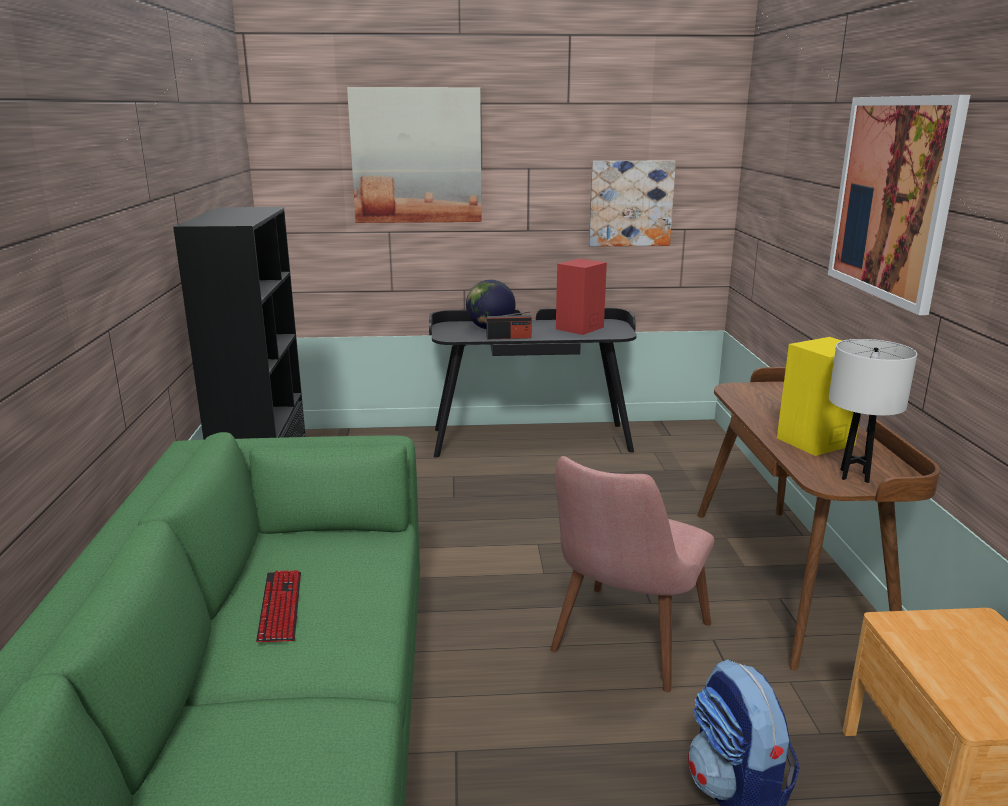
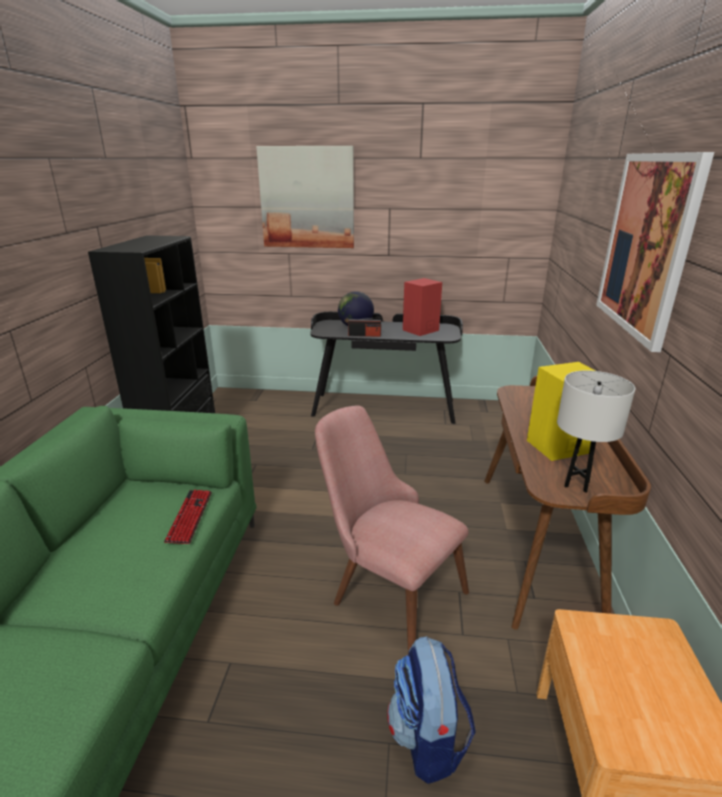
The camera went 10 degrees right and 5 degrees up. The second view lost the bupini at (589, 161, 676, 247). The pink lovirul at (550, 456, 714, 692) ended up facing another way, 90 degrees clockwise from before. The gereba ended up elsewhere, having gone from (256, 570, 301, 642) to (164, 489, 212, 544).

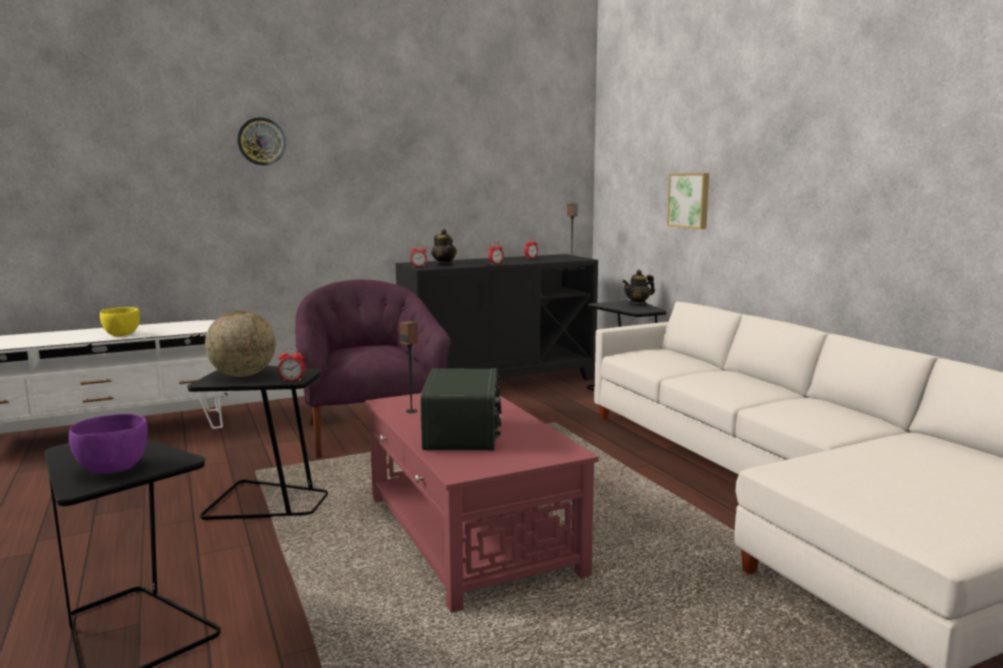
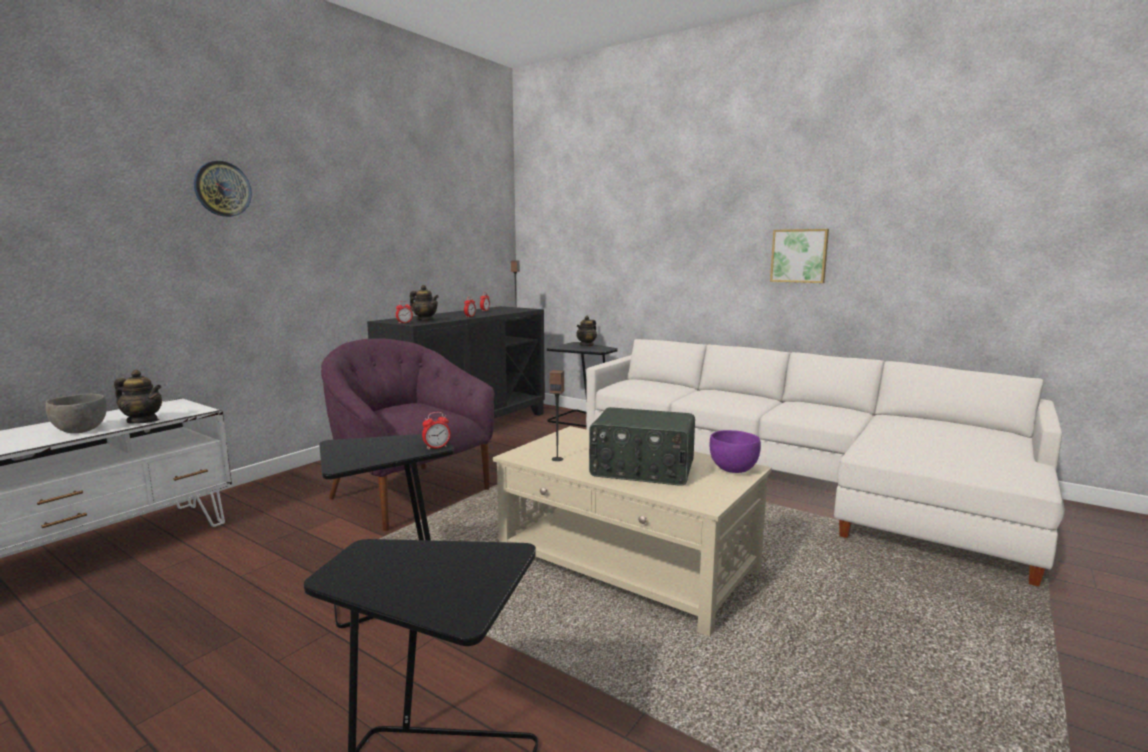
The camera went 30 degrees left and 0 degrees up. The bupini ended up elsewhere, having gone from (667, 173, 709, 229) to (770, 229, 829, 283). What was the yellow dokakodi at (100, 307, 140, 336) turned into the grey dokakodi at (45, 394, 107, 433). The second view lost the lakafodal at (205, 310, 276, 377). The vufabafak at (420, 368, 502, 451) ended up facing another way, 135 degrees clockwise from before. What was the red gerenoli at (365, 393, 599, 613) turned into the beige gerenoli at (493, 426, 772, 637). The purple dokakodi ended up elsewhere, having gone from (69, 414, 148, 474) to (710, 430, 761, 473). The second view gained the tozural at (114, 370, 162, 424).

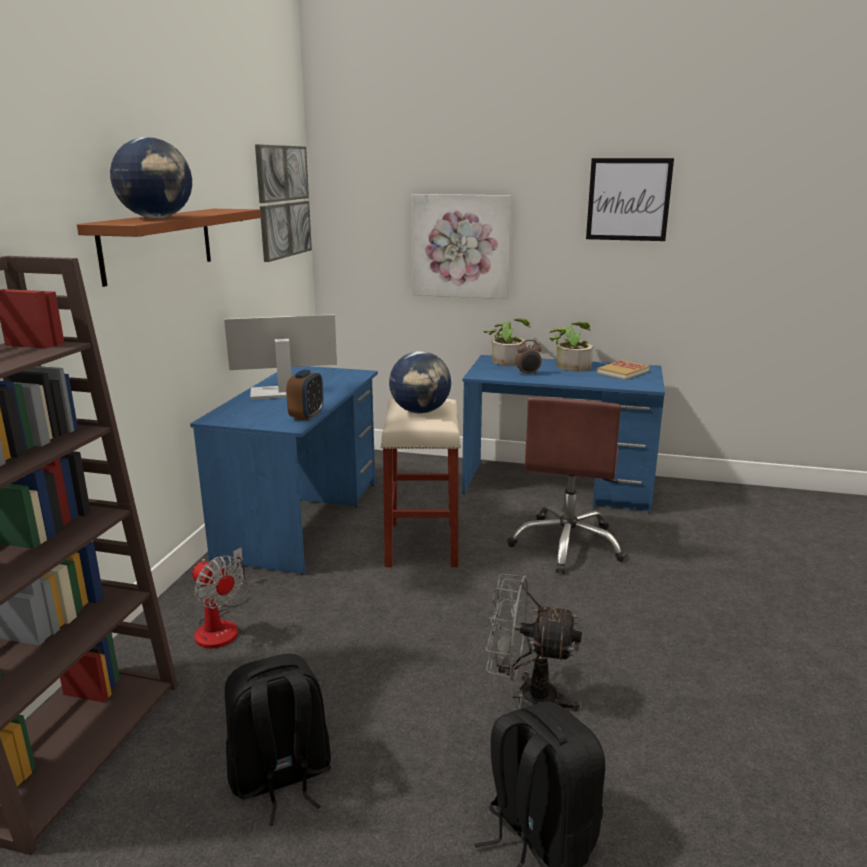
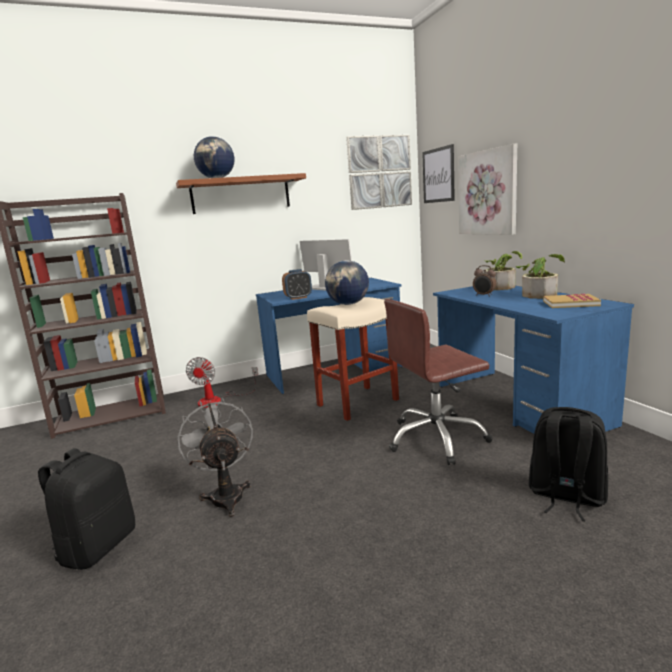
The camera went 55 degrees right and 5 degrees down. The bupini ended up elsewhere, having gone from (586, 158, 674, 241) to (422, 144, 455, 203). The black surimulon ended up elsewhere, having gone from (225, 653, 331, 825) to (529, 407, 608, 521).

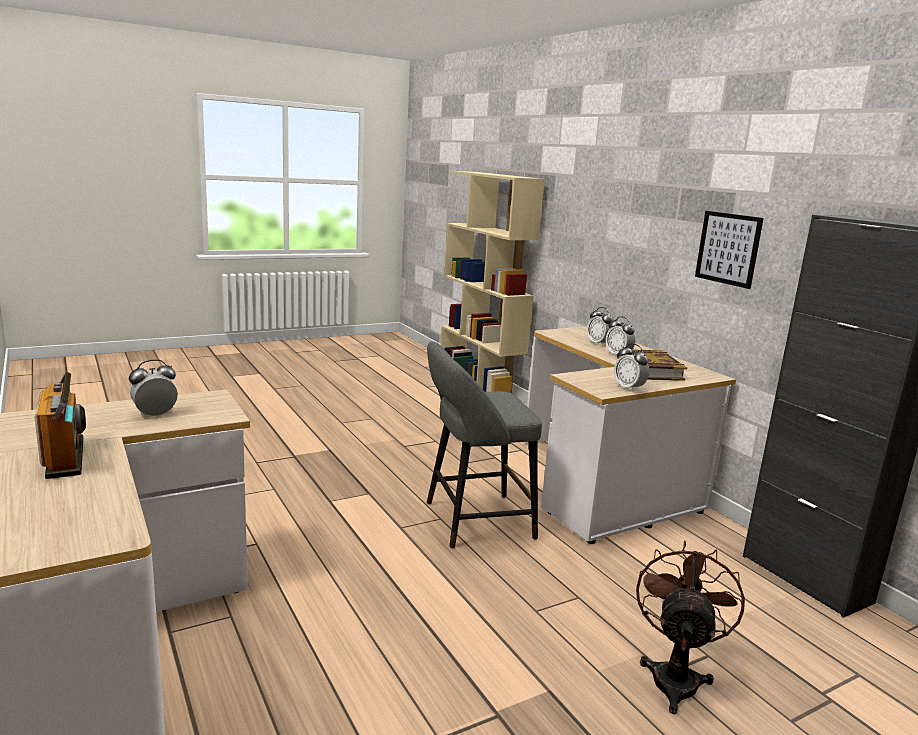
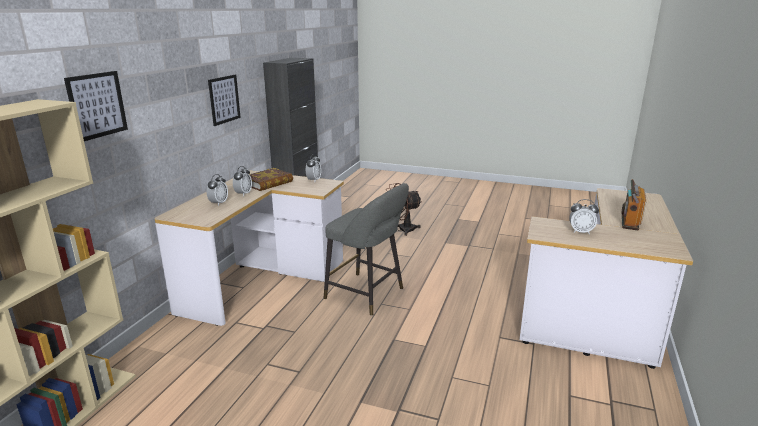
The camera went 130 degrees left and 5 degrees up. The second view gained the bupini at (64, 71, 128, 141).

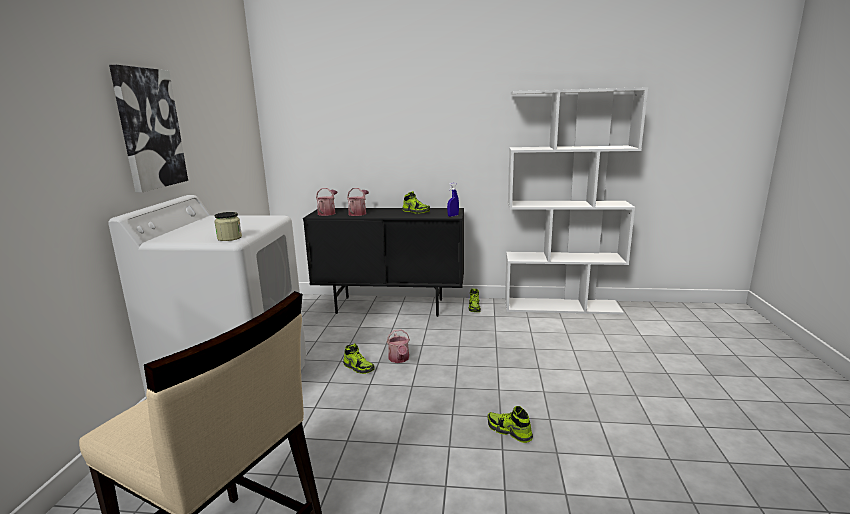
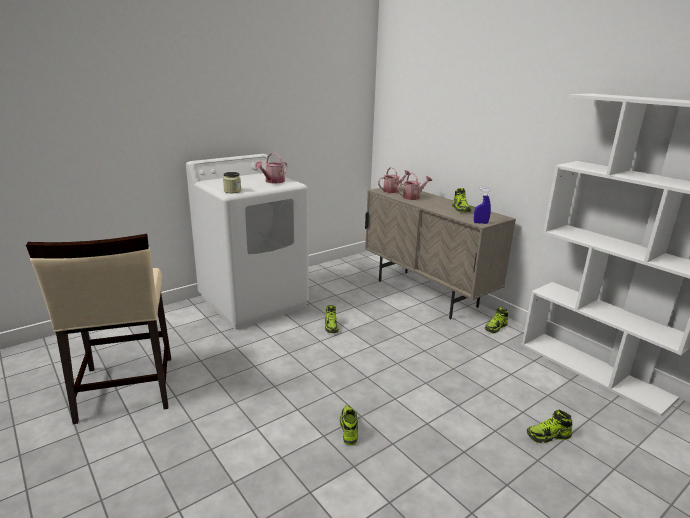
The camera went 45 degrees right and 5 degrees up. The second view lost the bupini at (109, 65, 188, 193). What was the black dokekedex at (303, 208, 464, 317) turned into the beige dokekedex at (365, 185, 516, 319). The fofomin ended up elsewhere, having gone from (387, 329, 410, 363) to (255, 153, 287, 183). The second view gained the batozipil at (527, 410, 573, 443).

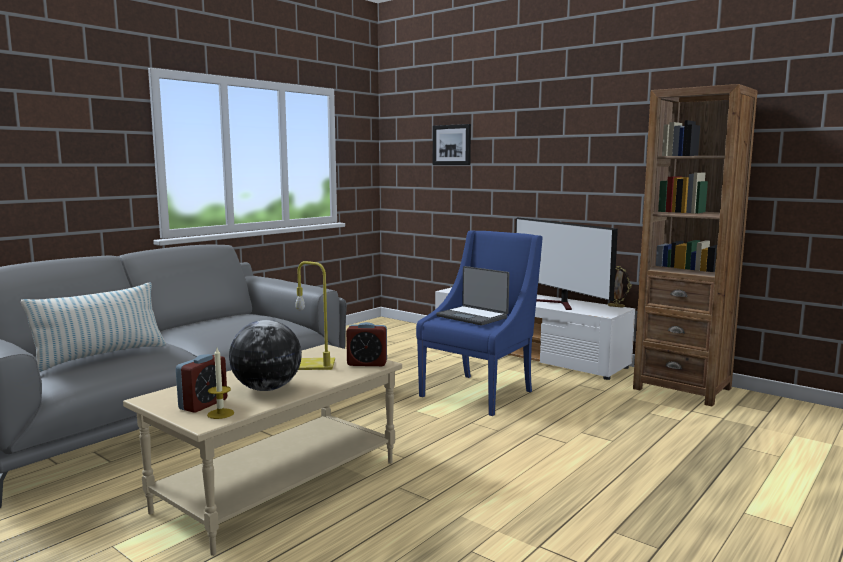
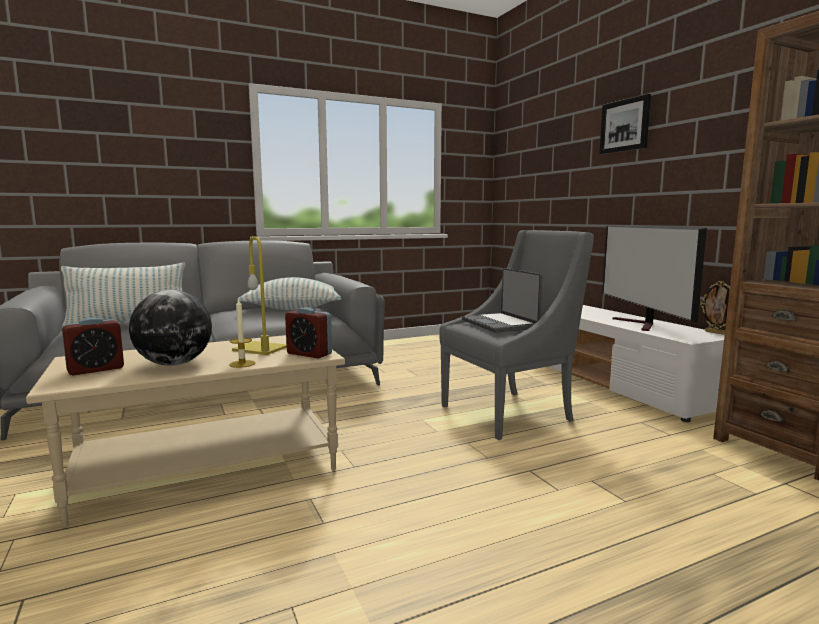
The camera went 25 degrees right and 0 degrees up. The bupini ended up elsewhere, having gone from (433, 124, 471, 165) to (599, 94, 651, 154). What was the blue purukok at (416, 230, 542, 416) turned into the grey purukok at (439, 230, 594, 440). The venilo ended up elsewhere, having gone from (207, 348, 234, 419) to (229, 298, 255, 368). The second view gained the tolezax at (237, 277, 341, 310).

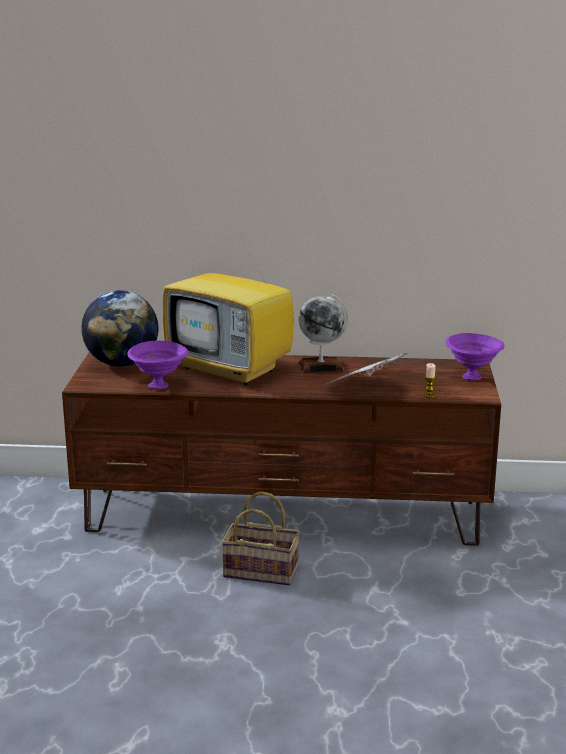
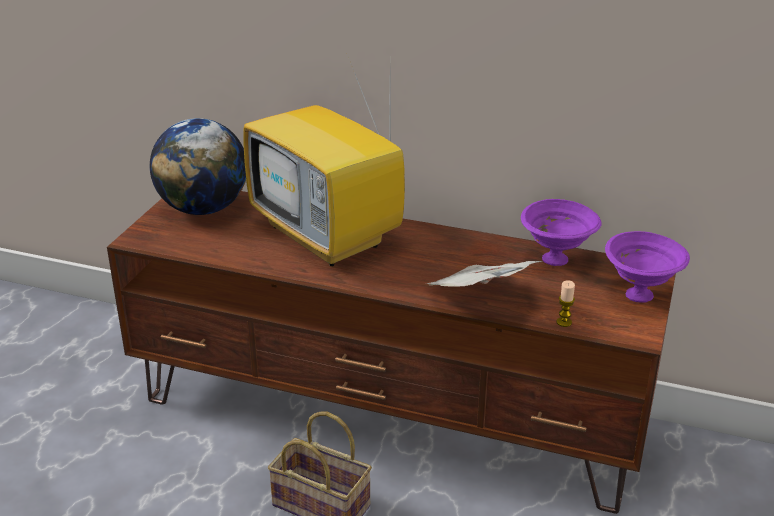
The camera went 15 degrees right and 10 degrees up. The second view lost the lakafodal at (298, 294, 349, 373). The purple dokakodi ended up elsewhere, having gone from (127, 341, 189, 390) to (521, 199, 602, 266).

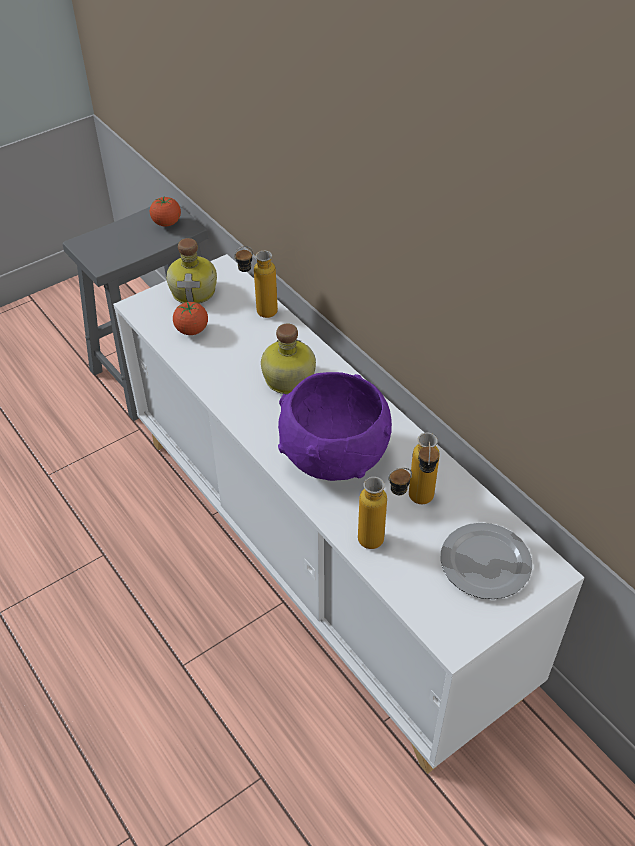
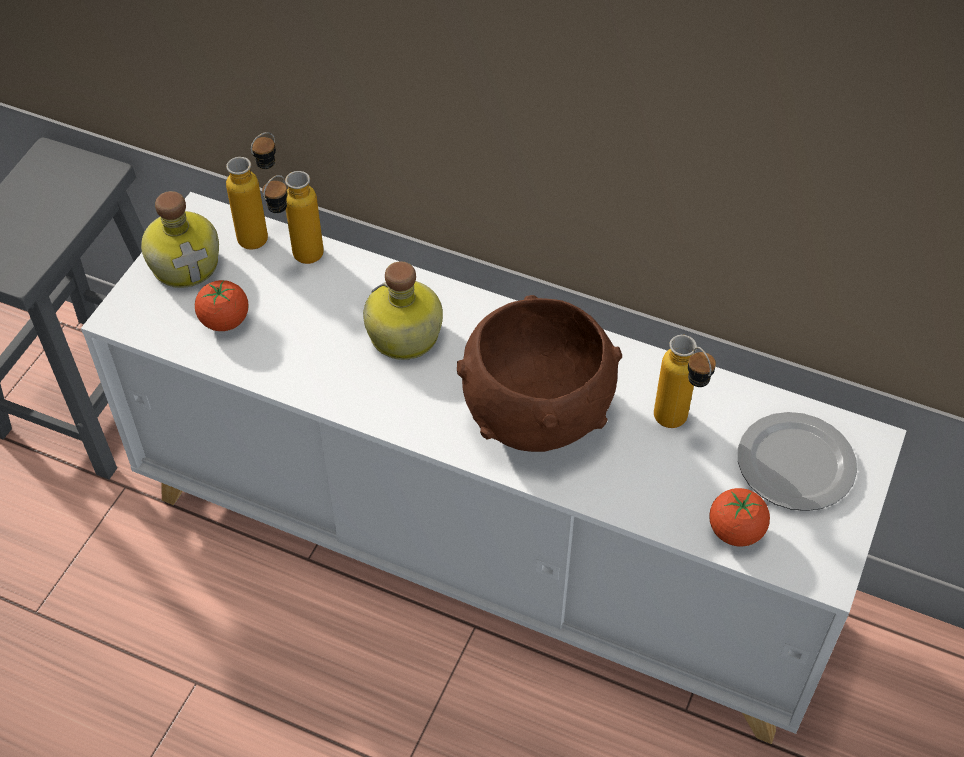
The camera went 30 degrees left and 5 degrees up. The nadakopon ended up elsewhere, having gone from (150, 196, 181, 227) to (709, 488, 770, 546). What was the purple dokakodi at (278, 372, 392, 481) turned into the brown dokakodi at (457, 295, 622, 452). The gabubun ended up elsewhere, having gone from (358, 468, 412, 549) to (226, 132, 276, 250).

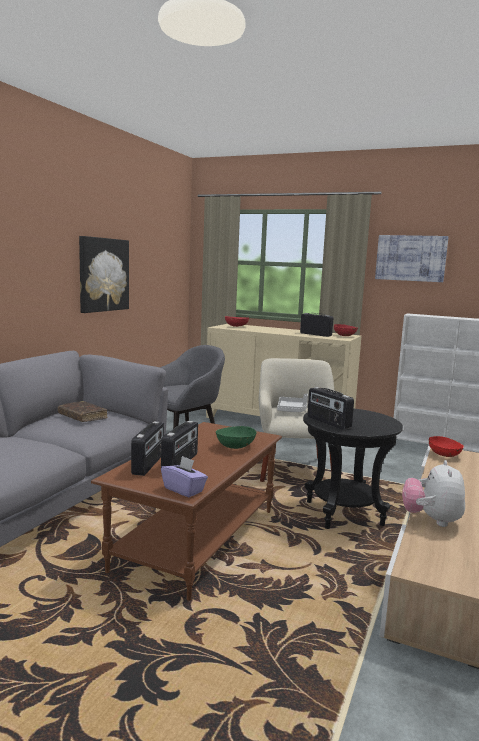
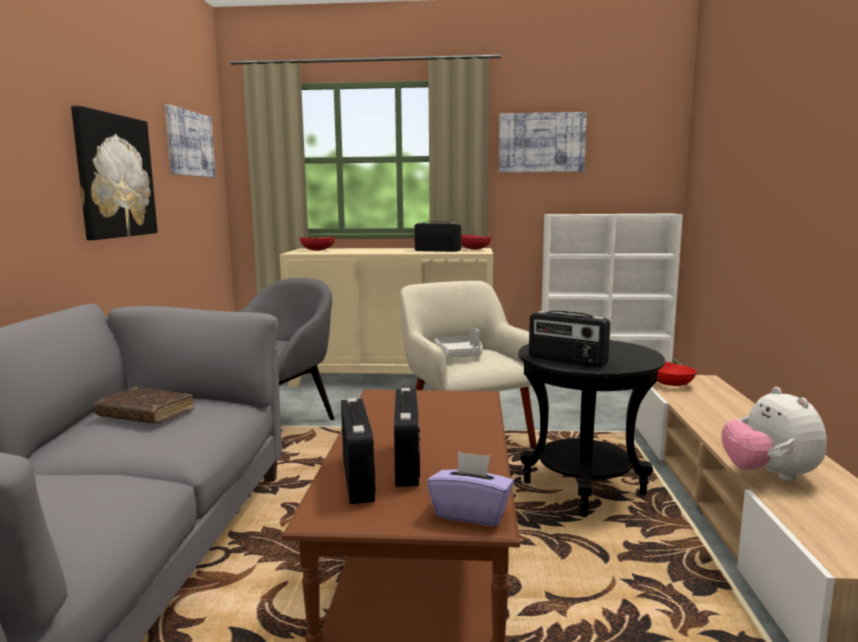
The camera went 20 degrees left and 0 degrees up. The second view lost the green dokakodi at (216, 426, 257, 449). The second view gained the bupini at (165, 104, 216, 177).

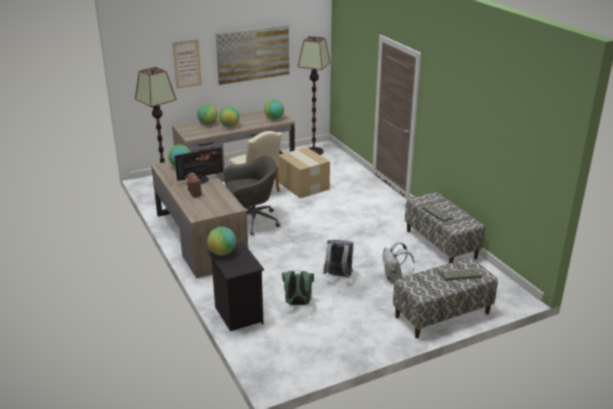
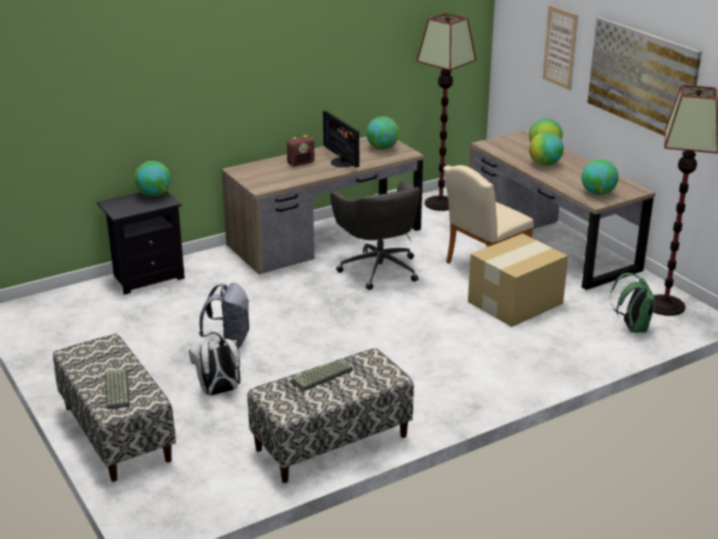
The camera went 85 degrees right and 0 degrees up. The green surimulon ended up elsewhere, having gone from (282, 271, 314, 305) to (610, 273, 656, 333).

